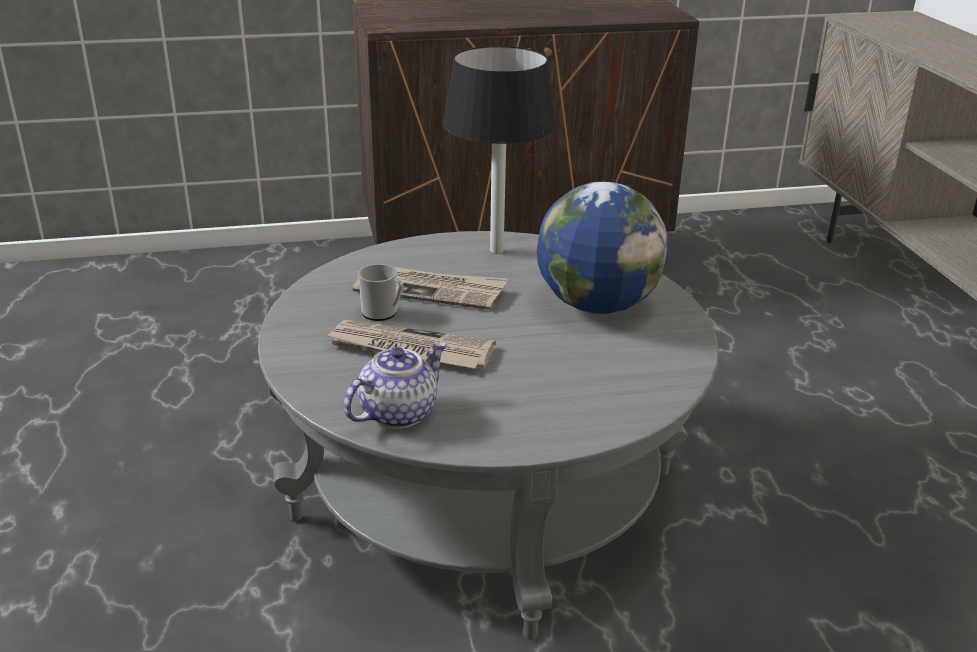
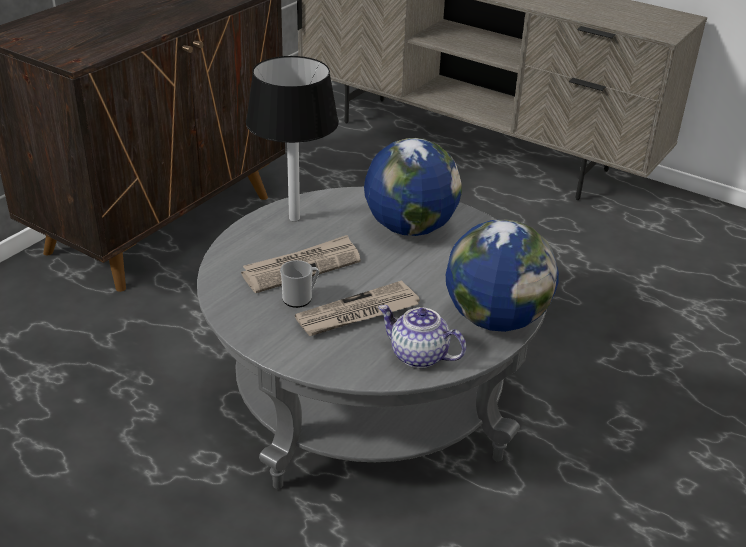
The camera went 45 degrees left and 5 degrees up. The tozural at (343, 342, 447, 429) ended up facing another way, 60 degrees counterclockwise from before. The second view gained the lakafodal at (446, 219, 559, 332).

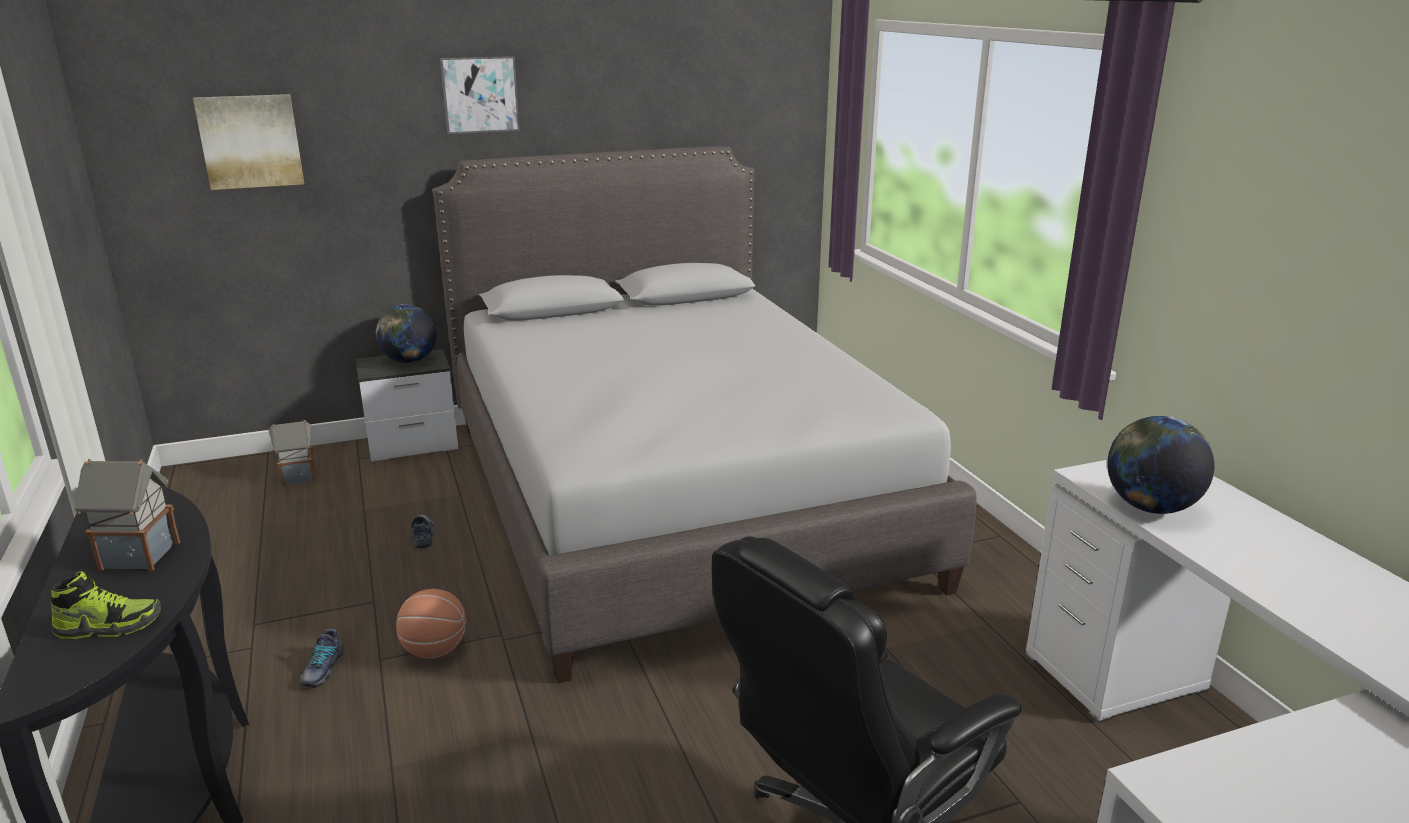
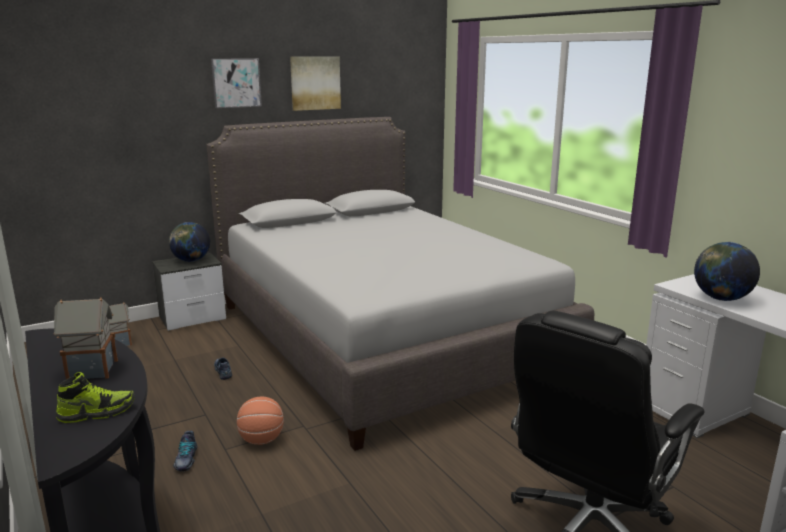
The camera went 10 degrees left and 5 degrees down. The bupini ended up elsewhere, having gone from (193, 94, 304, 190) to (290, 56, 341, 111).

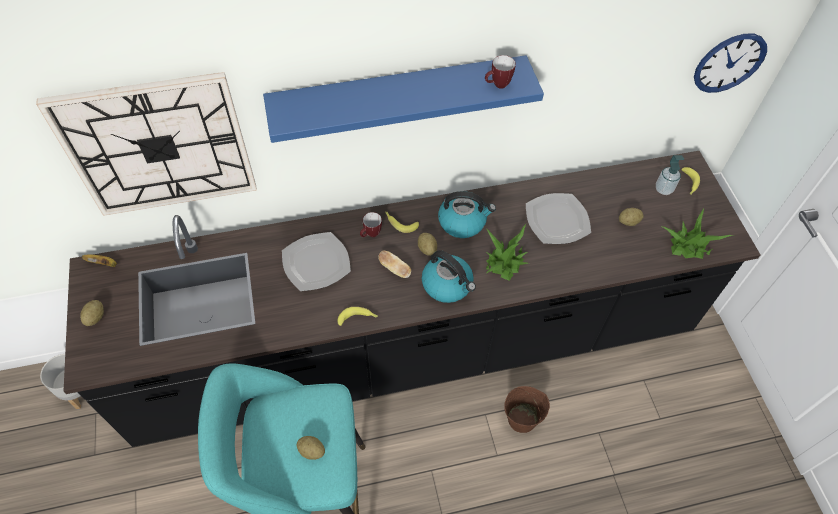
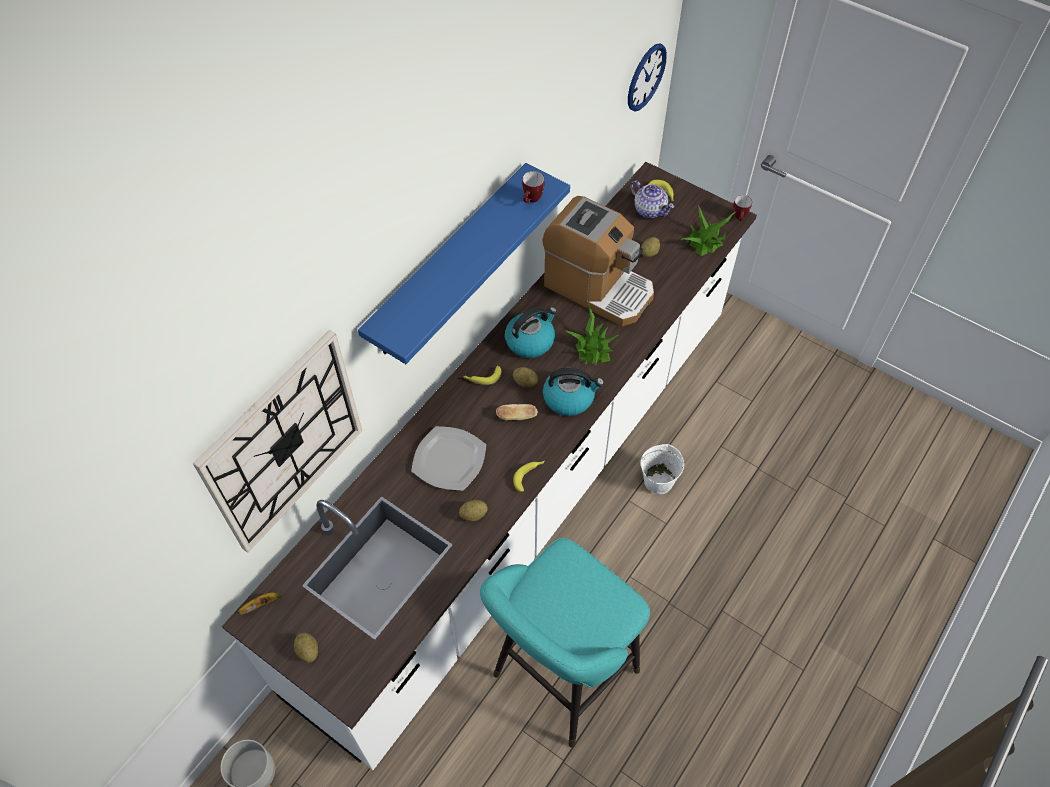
The camera went 40 degrees left and 0 degrees up. What was the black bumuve at (64, 151, 760, 447) turned into the white bumuve at (222, 162, 757, 770). Where the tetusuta stood at (656, 155, 684, 195), the tozural came to stand at (630, 180, 674, 218). Where the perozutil stood at (526, 193, 591, 244), the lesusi came to stand at (543, 196, 654, 326). The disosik ended up elsewhere, having gone from (360, 212, 382, 237) to (733, 195, 752, 221). What was the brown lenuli at (504, 386, 550, 433) turned into the white lenuli at (641, 444, 684, 494). The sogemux ended up elsewhere, having gone from (297, 436, 325, 460) to (459, 500, 488, 521).

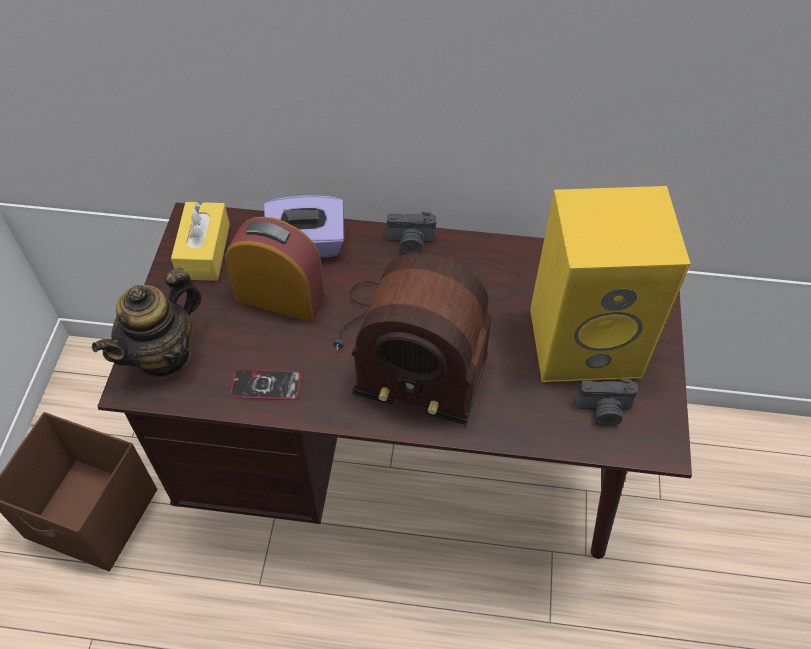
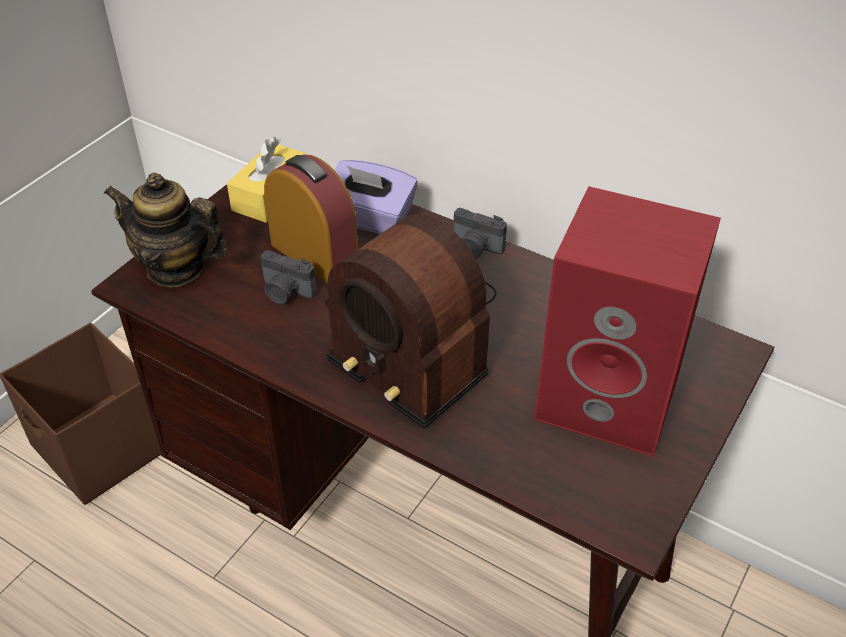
The camera went 25 degrees right and 10 degrees down. What was the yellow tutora at (530, 186, 690, 382) turned into the red tutora at (534, 186, 721, 457). The tozural at (92, 267, 202, 379) ended up facing another way, 45 degrees clockwise from before. The second view lost the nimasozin at (230, 370, 301, 400). The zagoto ended up elsewhere, having gone from (575, 378, 638, 426) to (261, 250, 317, 304).

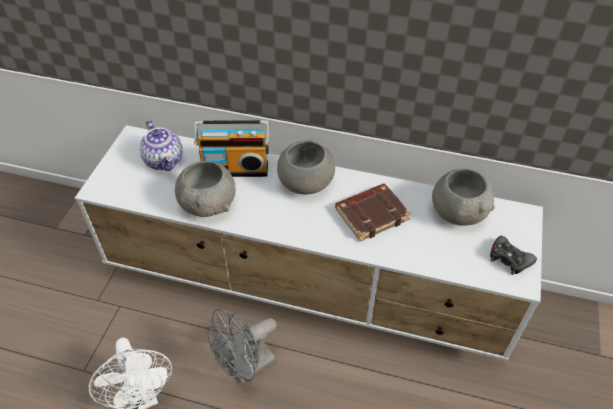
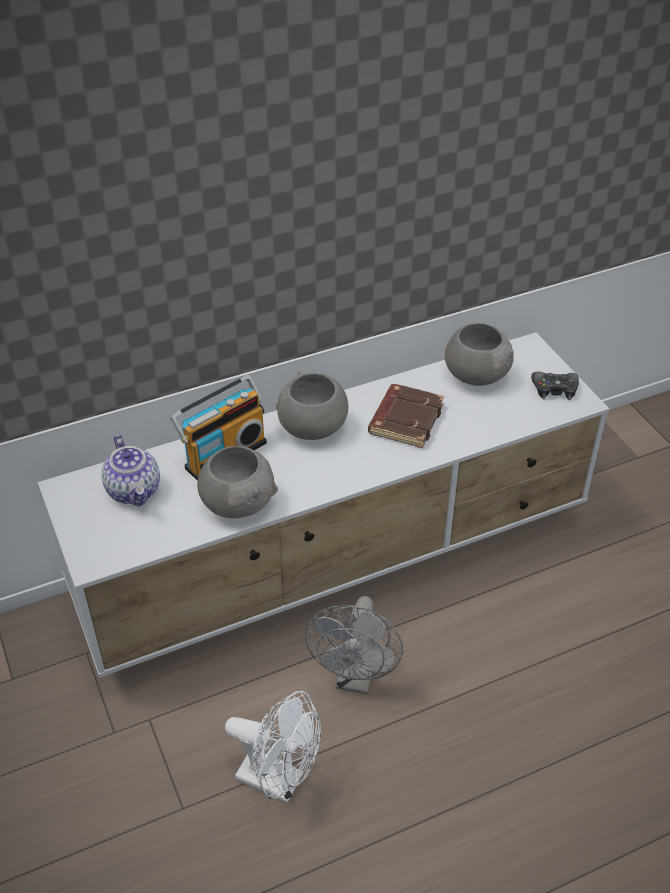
The camera went 40 degrees left and 5 degrees down. The tozural at (139, 120, 183, 171) ended up facing another way, 45 degrees clockwise from before.

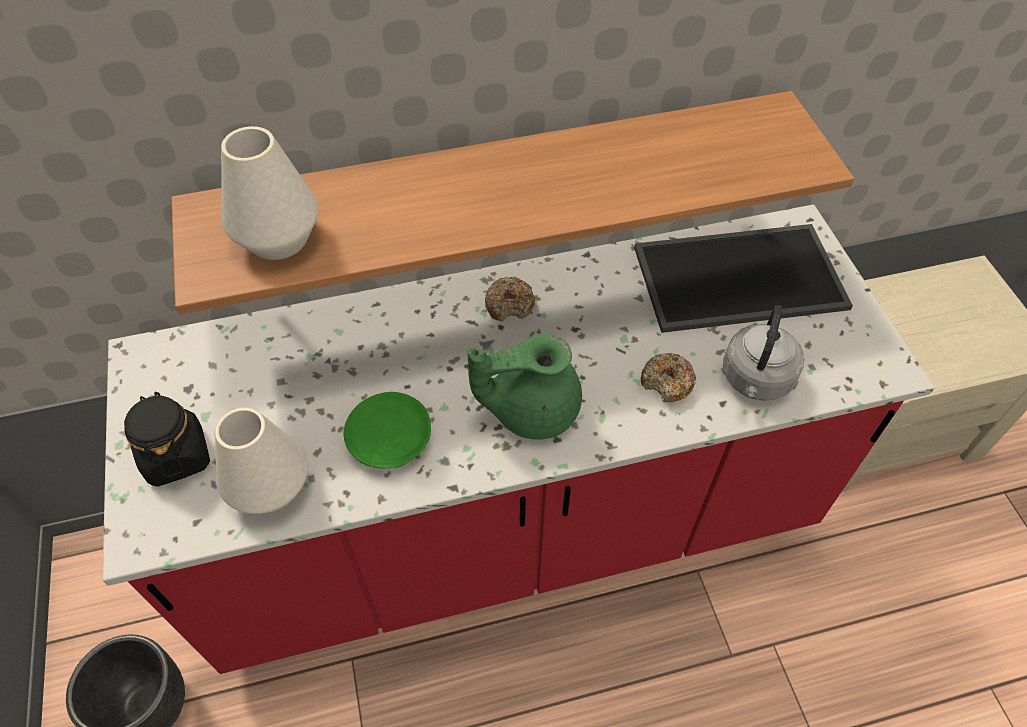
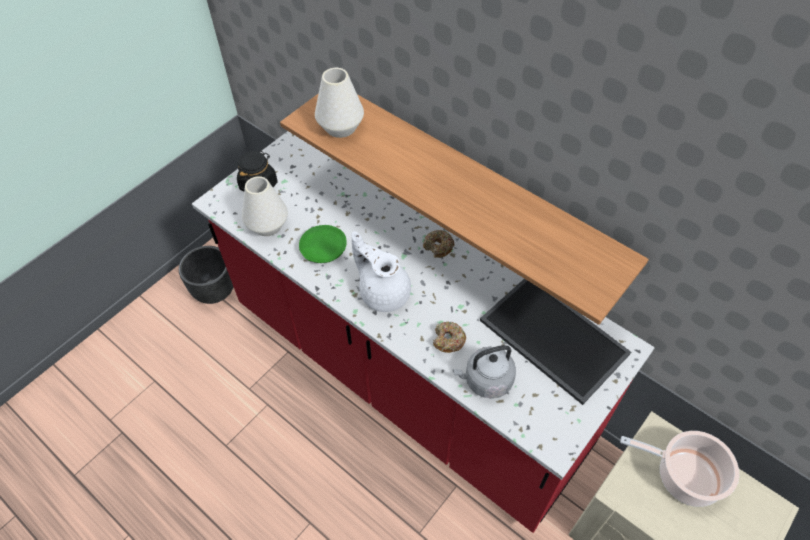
The camera went 55 degrees right and 0 degrees up. What was the green tozural at (467, 333, 582, 439) turned into the white tozural at (351, 231, 411, 312). The second view gained the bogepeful at (620, 431, 739, 507).

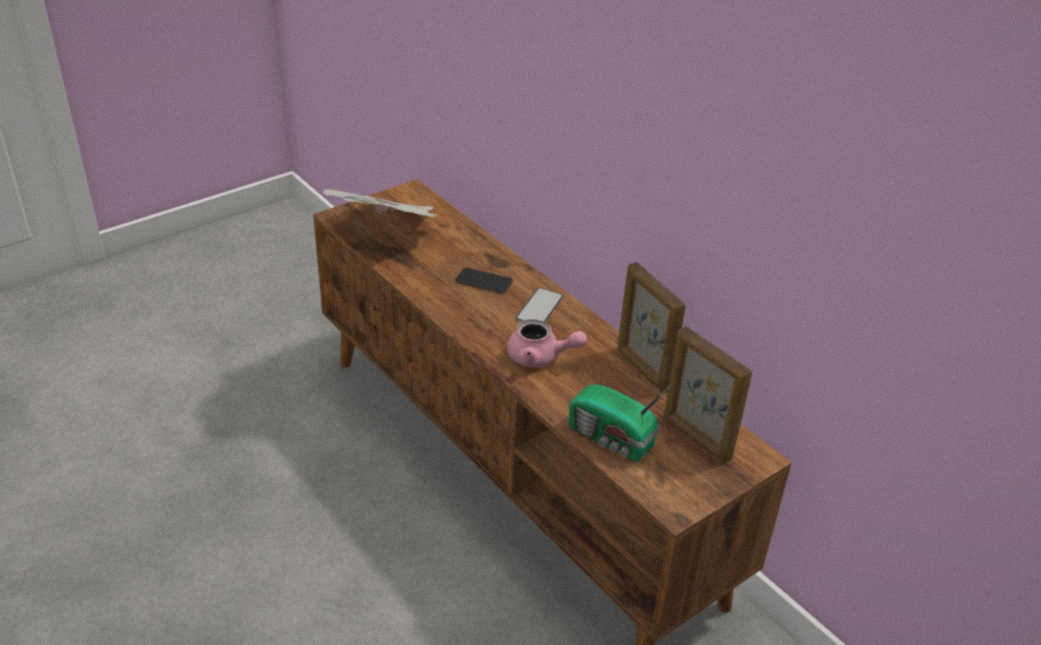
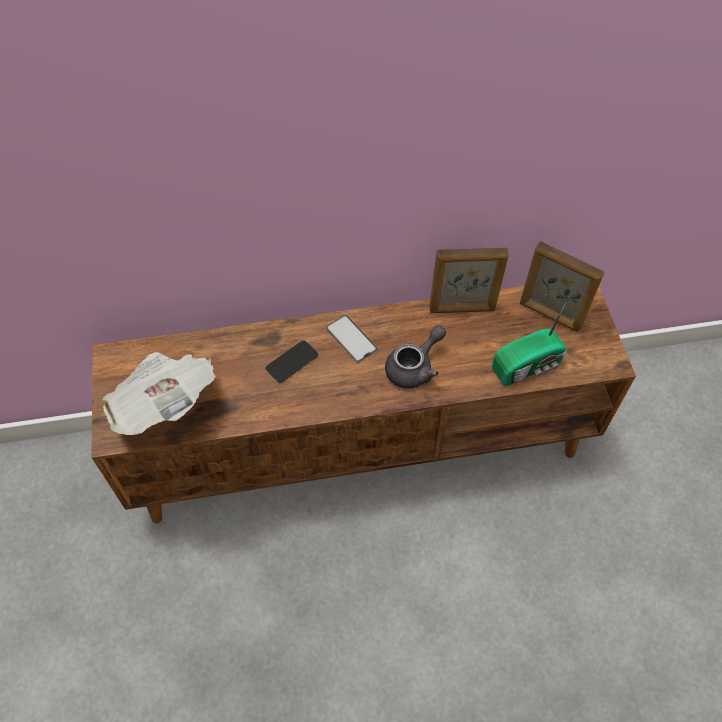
The camera went 60 degrees left and 20 degrees up. What was the pink tozural at (507, 319, 587, 367) turned into the grey tozural at (385, 325, 446, 388). The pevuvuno at (664, 326, 752, 463) ended up facing another way, 45 degrees clockwise from before.

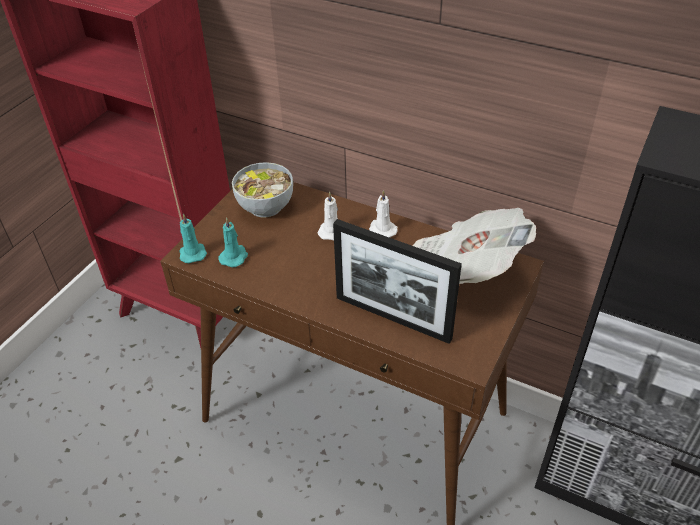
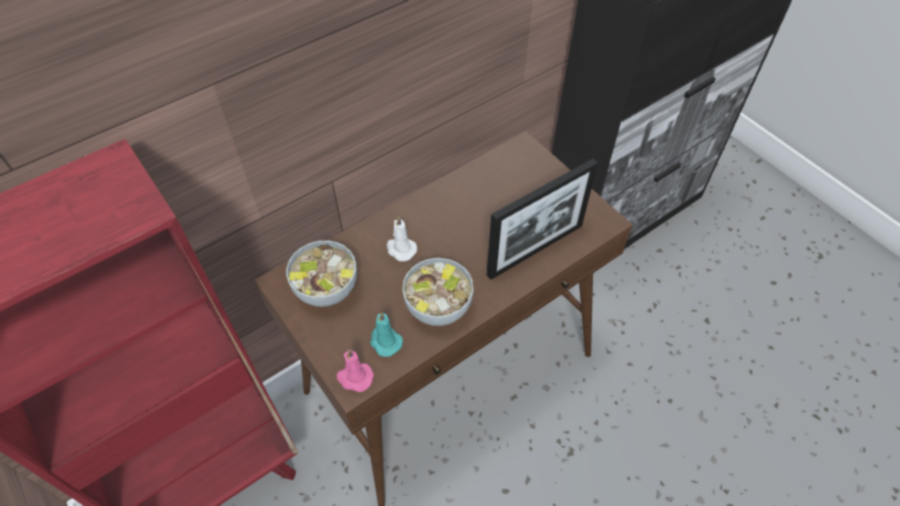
The camera went 65 degrees left and 10 degrees up. The second view lost the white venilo at (369, 190, 398, 238). The second view lost the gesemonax at (413, 208, 536, 284). What was the turquoise venilo at (180, 213, 207, 263) turned into the pink venilo at (336, 349, 374, 392). The second view gained the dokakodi at (402, 258, 473, 326).

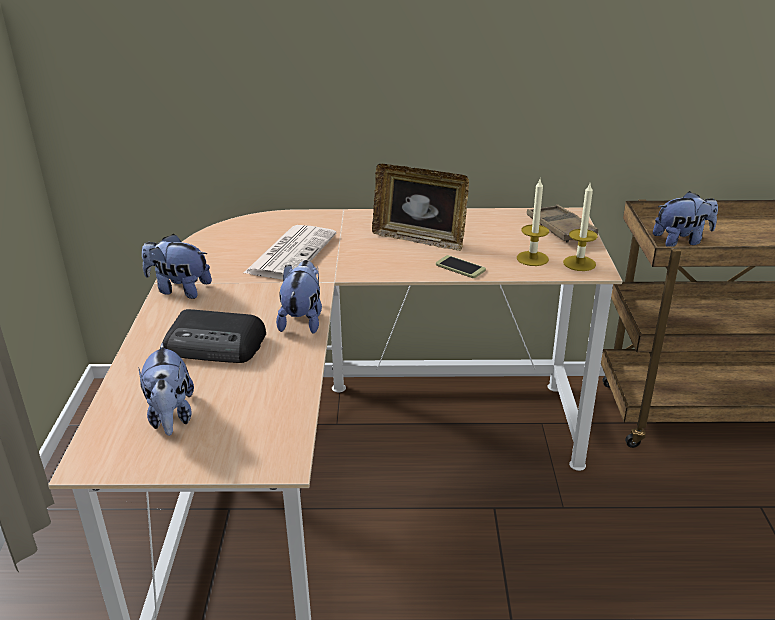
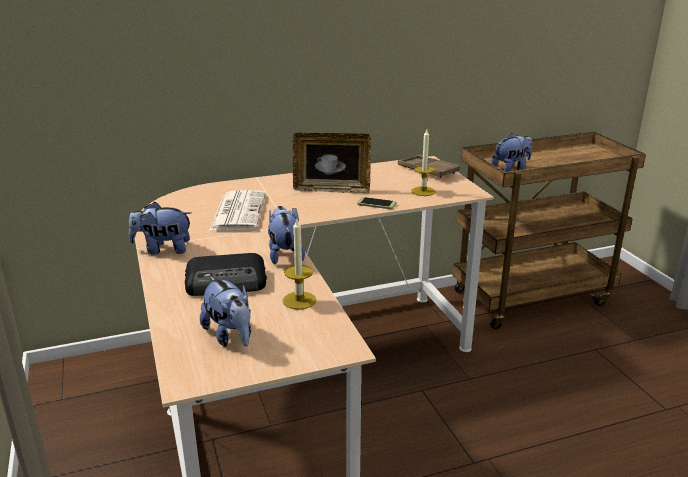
The camera went 20 degrees left and 5 degrees down. The venilo ended up elsewhere, having gone from (563, 183, 598, 271) to (283, 220, 316, 310).

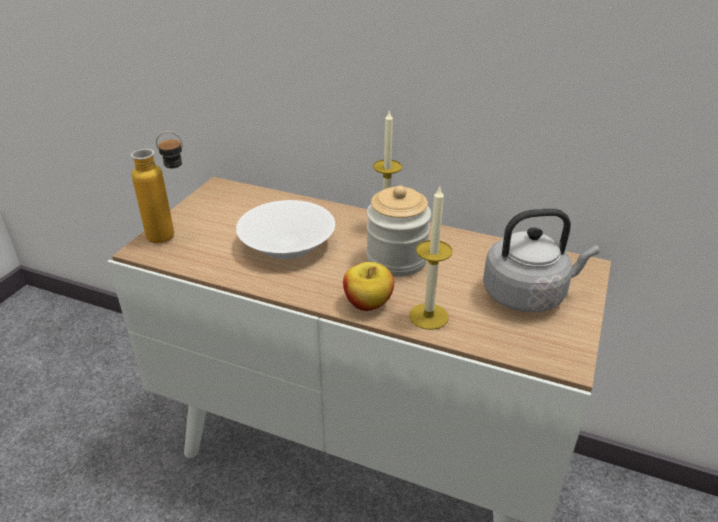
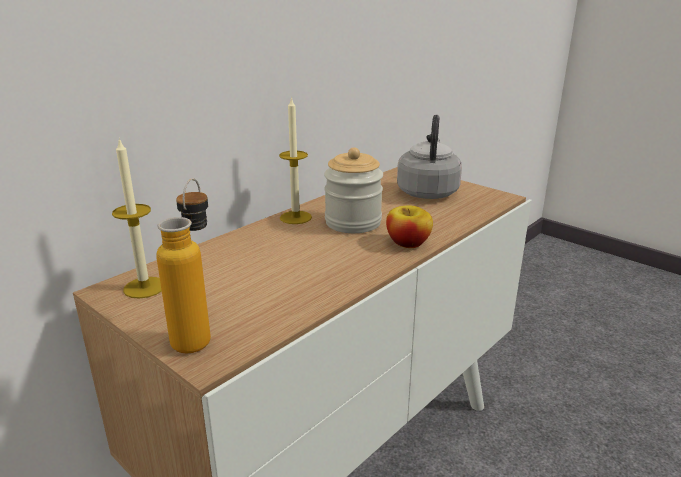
The camera went 70 degrees left and 10 degrees down. The venilo ended up elsewhere, having gone from (409, 187, 453, 330) to (112, 138, 162, 299). The second view lost the white dokakodi at (236, 200, 335, 259).

